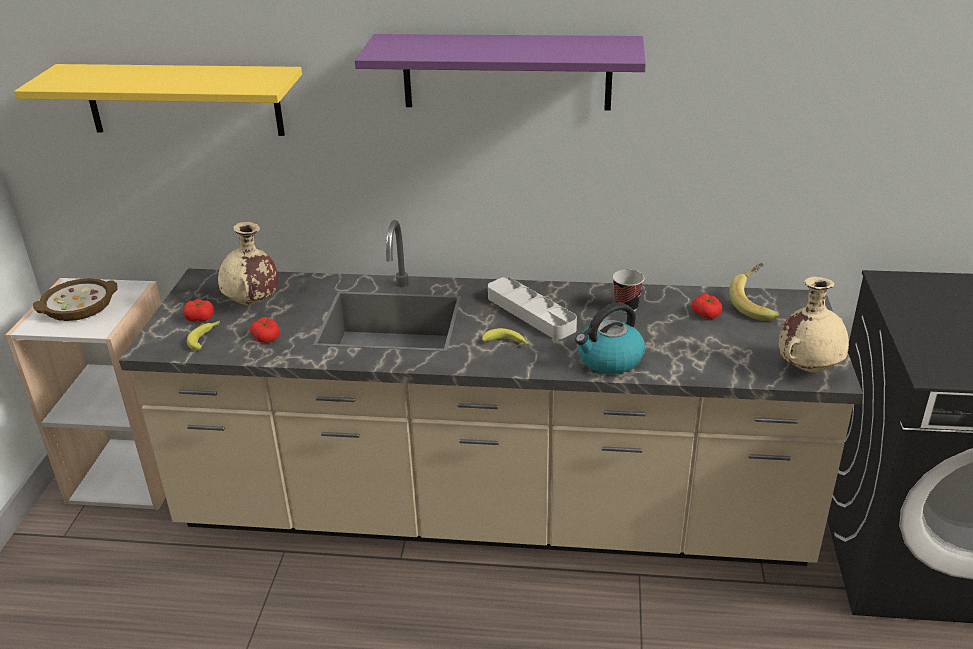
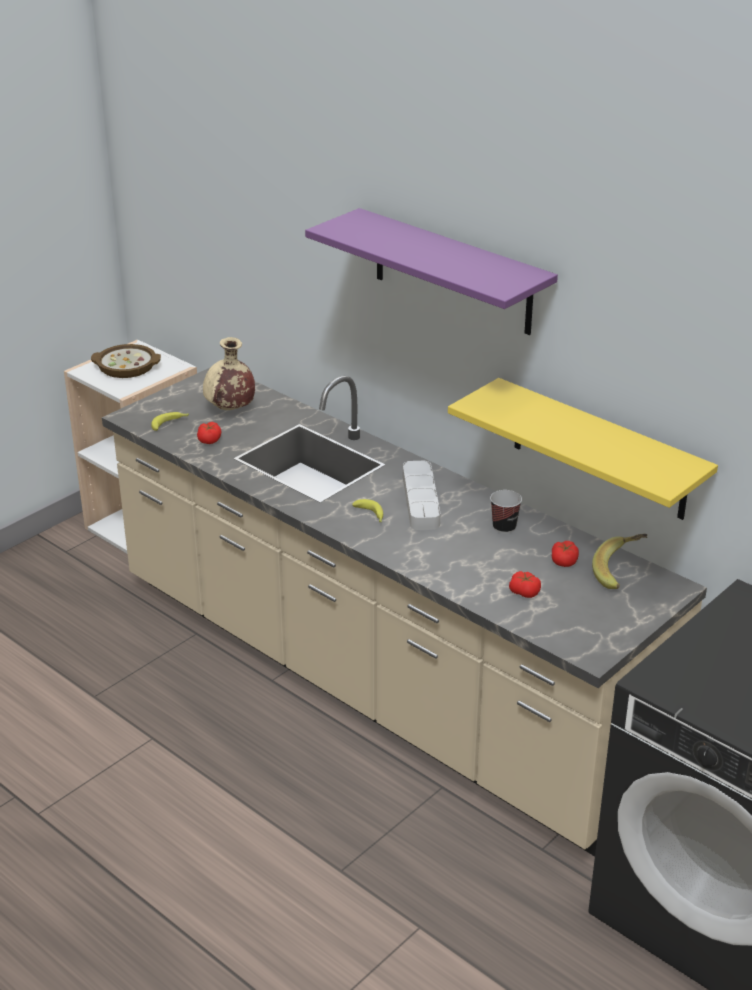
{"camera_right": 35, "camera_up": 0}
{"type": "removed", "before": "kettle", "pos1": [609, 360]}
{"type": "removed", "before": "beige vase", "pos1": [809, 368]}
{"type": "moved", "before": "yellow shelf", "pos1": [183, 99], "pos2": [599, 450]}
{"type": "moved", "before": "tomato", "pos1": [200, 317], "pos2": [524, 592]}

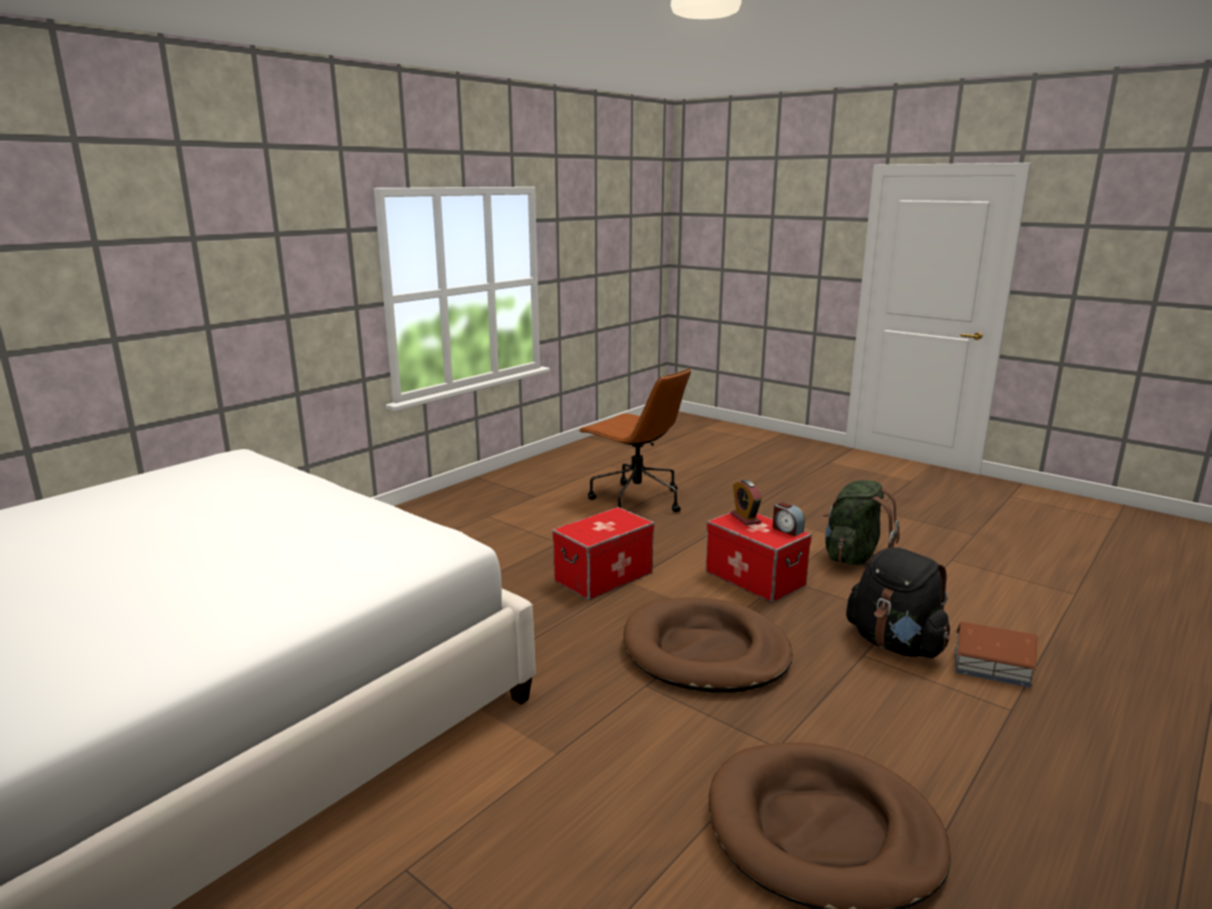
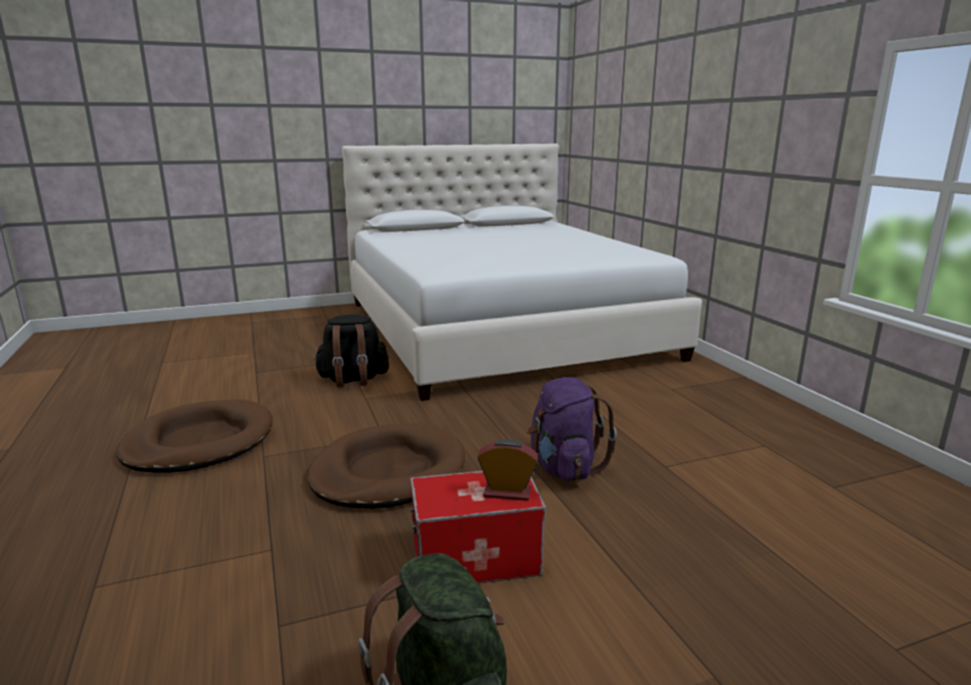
{"camera_right": 120, "camera_up": 0}
{"type": "removed", "before": "brown office chair", "pos1": [635, 500]}
{"type": "removed", "before": "alarm clock", "pos1": [787, 530]}
{"type": "removed", "before": "toy house", "pos1": [992, 668]}
{"type": "moved", "before": "black backpack", "pos1": [895, 644], "pos2": [353, 380]}
{"type": "replaced", "before": "storage box", "after": "purple backpack", "pos1": [603, 576], "pos2": [564, 468]}

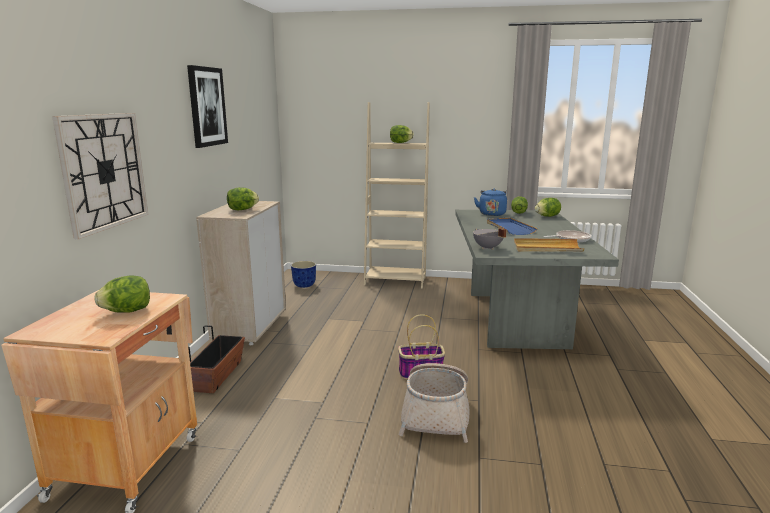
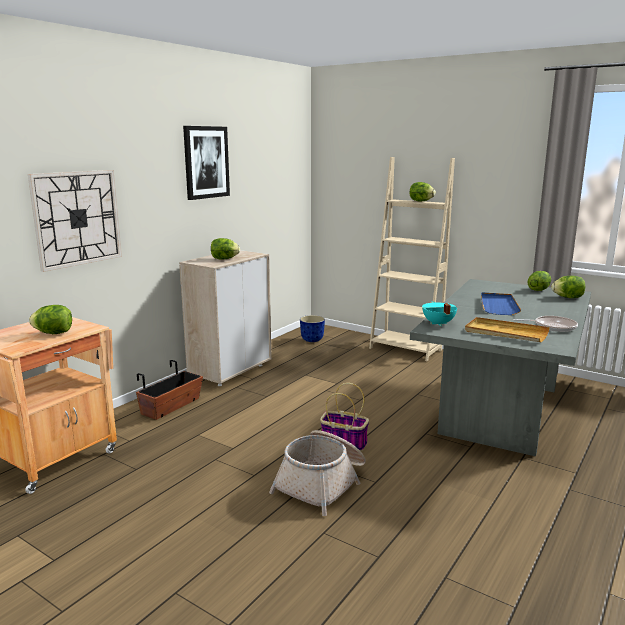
{"camera_right": 25, "camera_up": 0}
{"type": "removed", "before": "blue kettle", "pos1": [491, 214]}
{"type": "recoloured", "before": "grey cooking pot", "after": "turquoise cooking pot", "pos1": [487, 248], "pos2": [438, 324]}

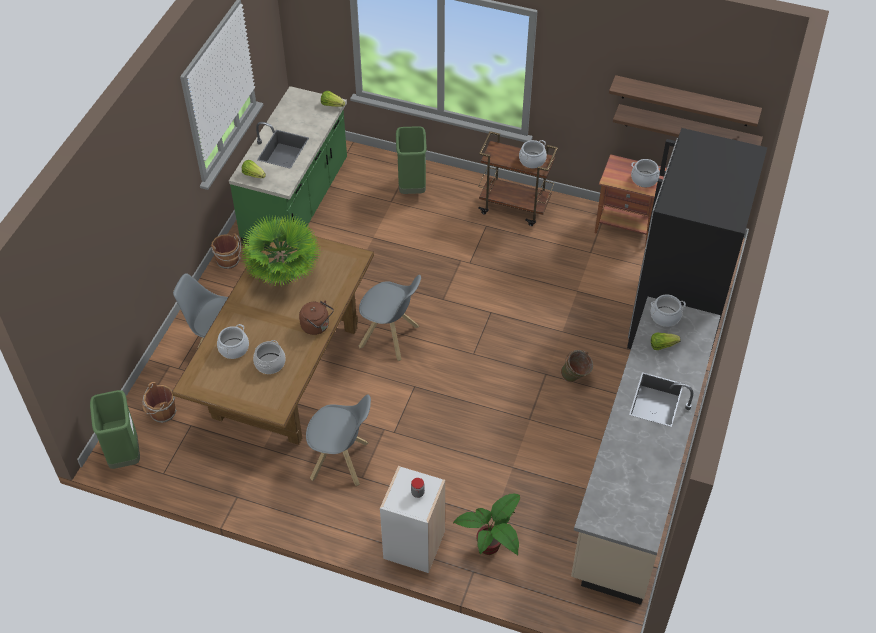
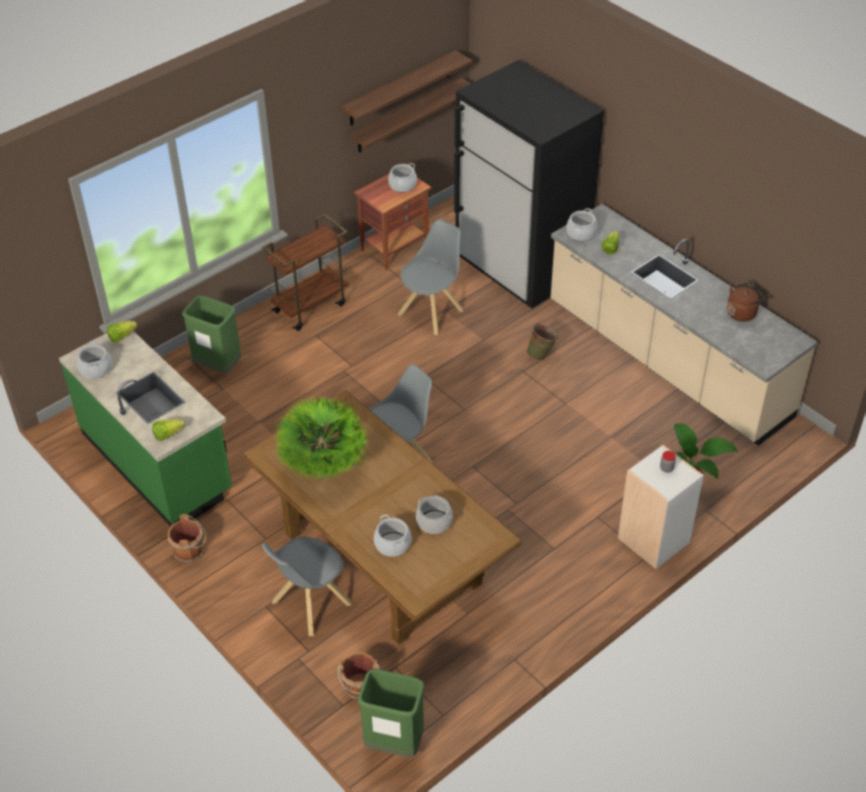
{"camera_right": -60, "camera_up": -5}
{"type": "moved", "before": "brown kettle", "pos1": [317, 326], "pos2": [742, 312]}
{"type": "moved", "before": "grey chair", "pos1": [341, 461], "pos2": [432, 311]}
{"type": "moved", "before": "cooking pot", "pos1": [532, 160], "pos2": [96, 369]}

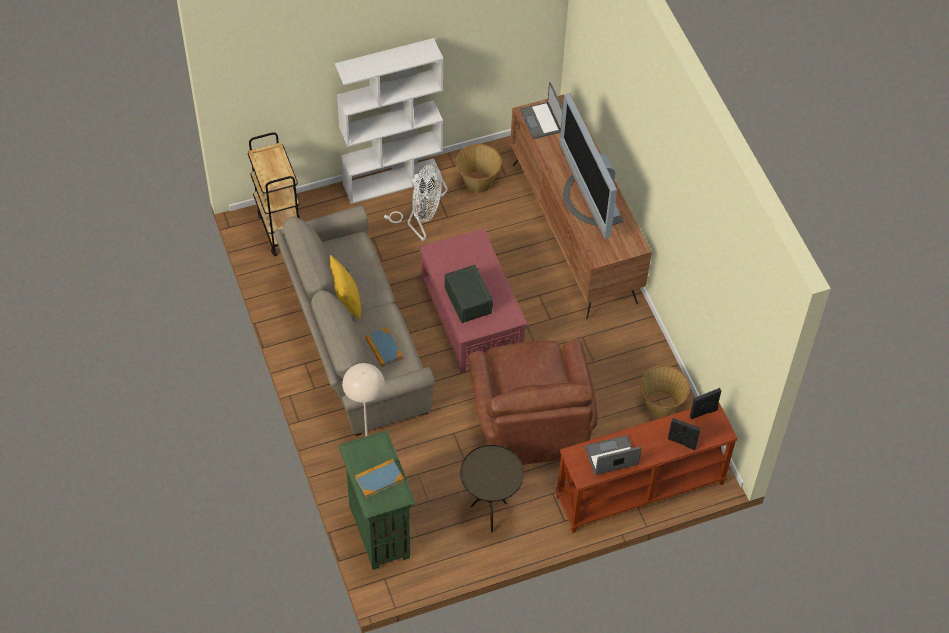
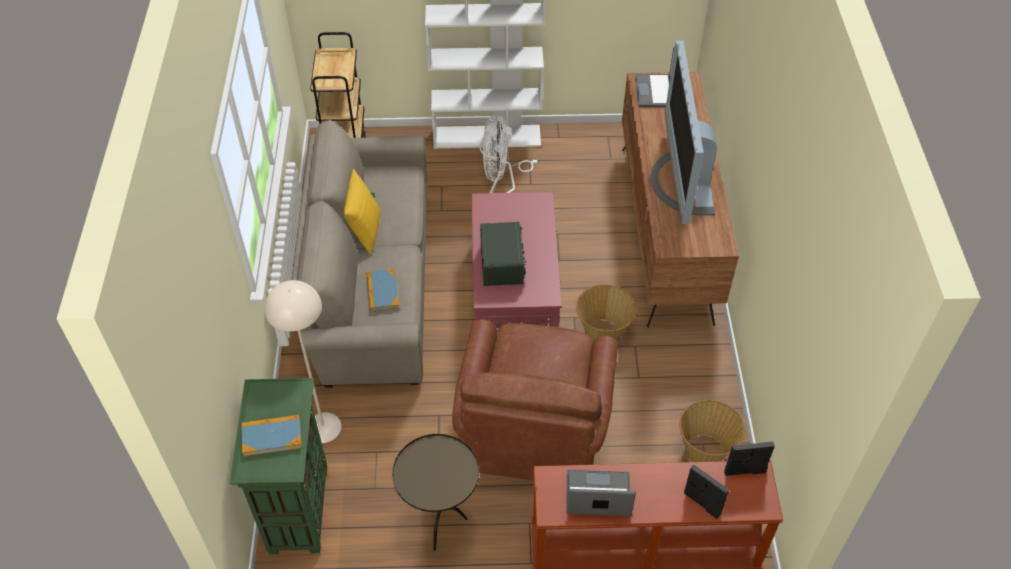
{"camera_right": 20, "camera_up": -5}
{"type": "moved", "before": "basket", "pos1": [478, 181], "pos2": [603, 332]}
{"type": "turned", "before": "white fan", "pos1": [420, 216], "pos2": [502, 176], "turn": 135}

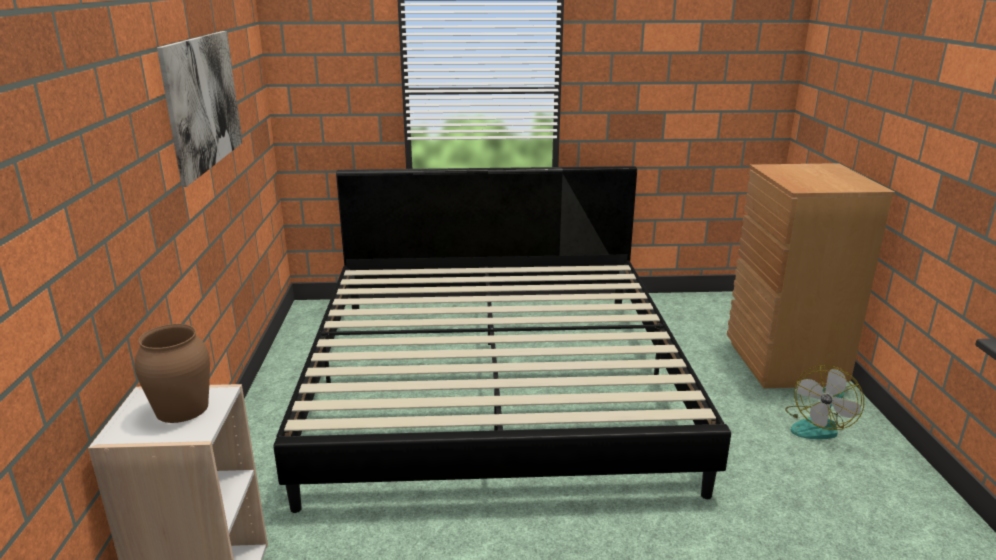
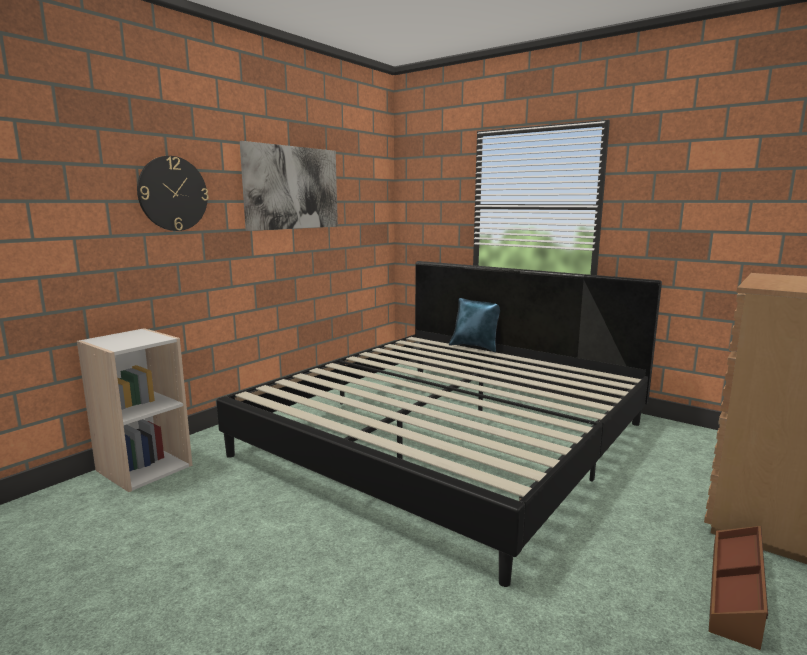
{"camera_right": 40, "camera_up": -10}
{"type": "removed", "before": "brown vase", "pos1": [181, 409]}
{"type": "added", "after": "wall clock", "pos2": [173, 193]}
{"type": "added", "after": "blue pillow", "pos2": [475, 347]}
{"type": "replaced", "before": "fan", "after": "brown storage box", "pos1": [818, 425], "pos2": [736, 591]}

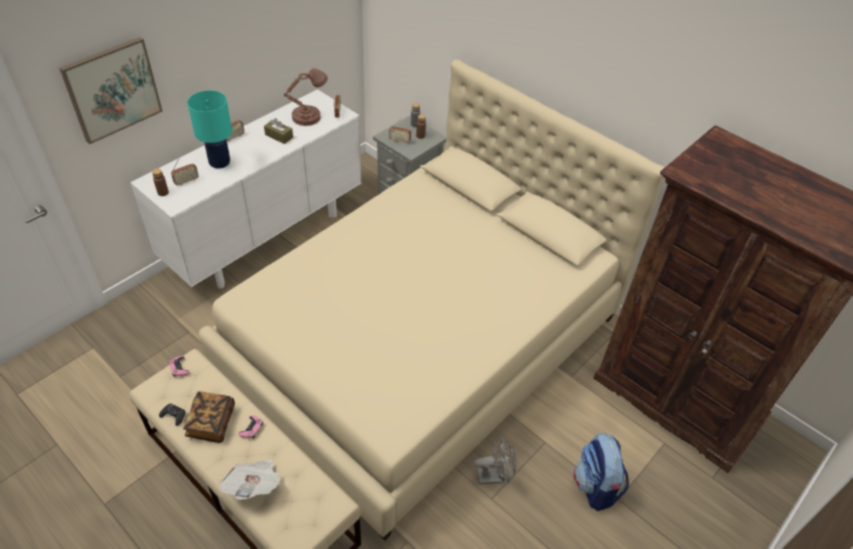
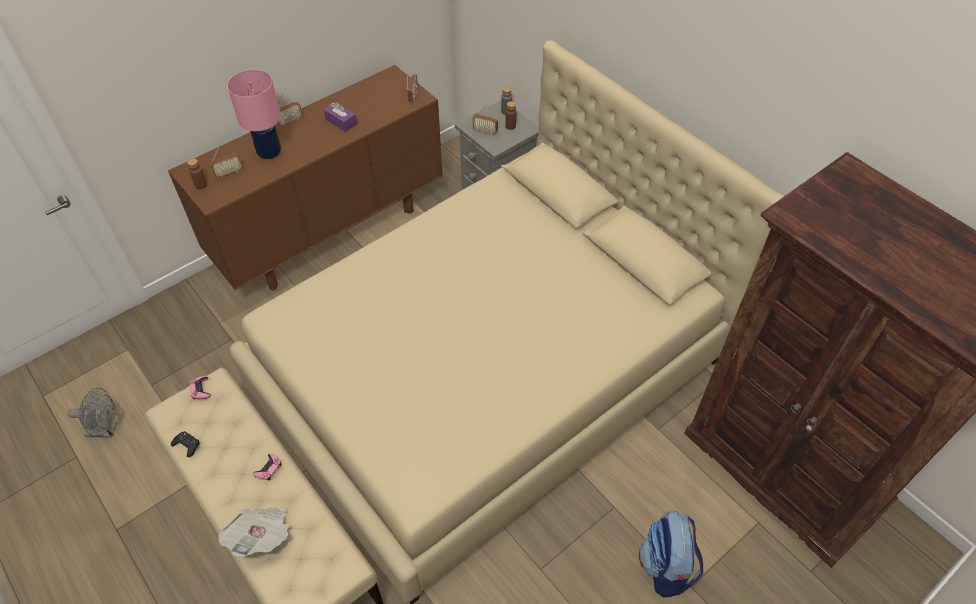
{"camera_right": 10, "camera_up": 5}
{"type": "removed", "before": "picture", "pos1": [112, 89]}
{"type": "removed", "before": "book", "pos1": [211, 423]}
{"type": "removed", "before": "brown table lamp", "pos1": [308, 117]}
{"type": "moved", "before": "grey fan", "pos1": [494, 476], "pos2": [106, 430]}
{"type": "recoloured", "before": "white dresser", "after": "brown dresser", "pos1": [266, 238], "pos2": [331, 234]}
{"type": "recoloured", "before": "turquoise table lamp", "after": "pink table lamp", "pos1": [220, 164], "pos2": [270, 153]}
{"type": "recoloured", "before": "brown tissue box", "after": "purple tissue box", "pos1": [279, 136], "pos2": [341, 122]}

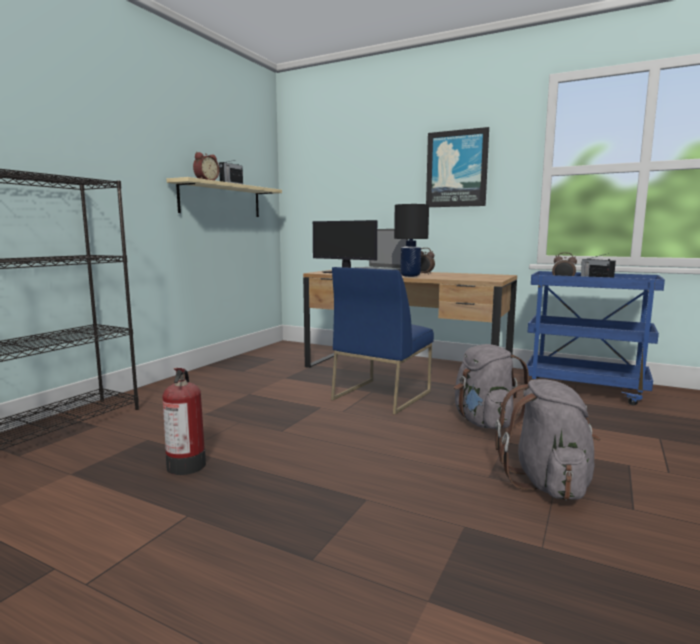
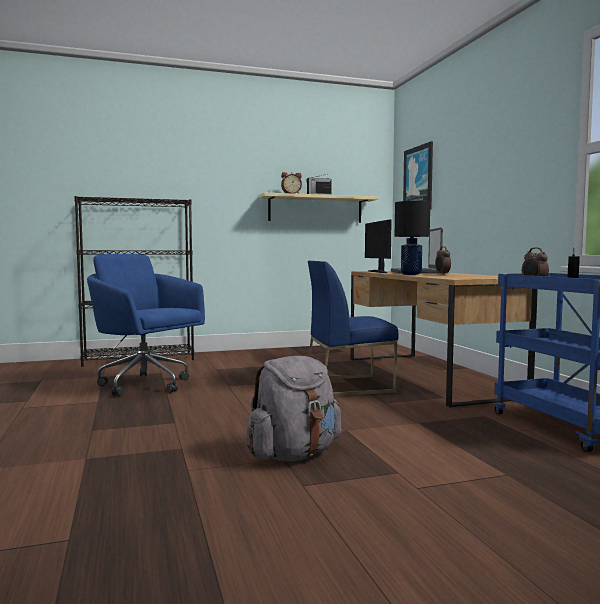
{"camera_right": 45, "camera_up": -5}
{"type": "removed", "before": "grey backpack", "pos1": [484, 422]}
{"type": "moved", "before": "picture", "pos1": [456, 169], "pos2": [418, 179]}
{"type": "replaced", "before": "fire extinguisher", "after": "blue office chair", "pos1": [187, 464], "pos2": [147, 386]}

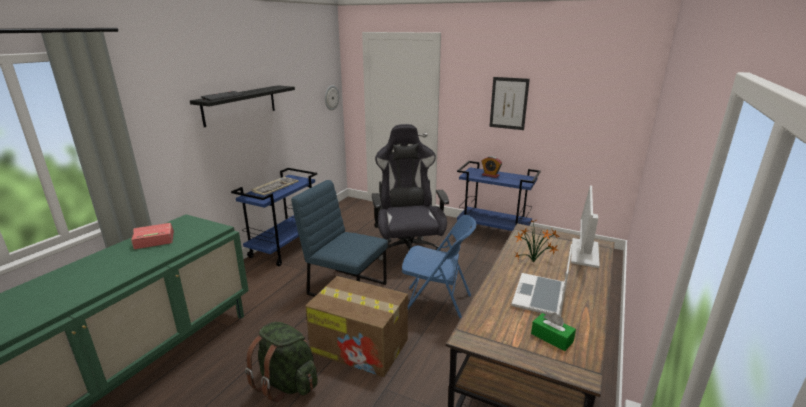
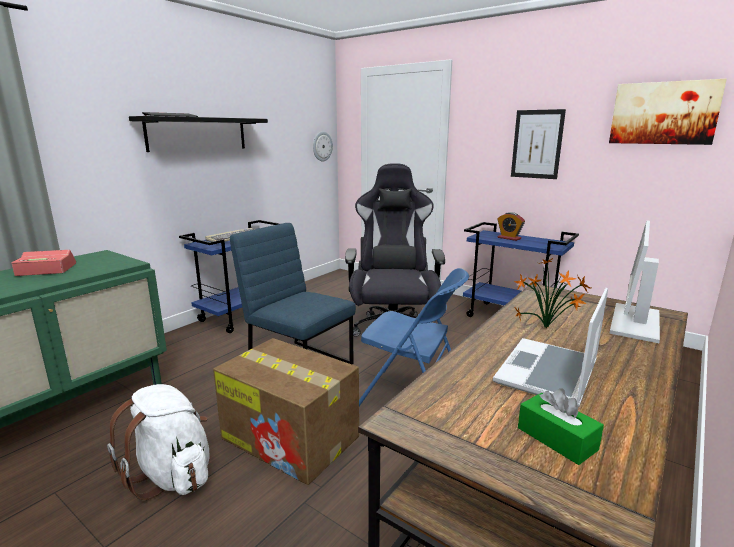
{"camera_right": 10, "camera_up": -5}
{"type": "added", "after": "picture", "pos2": [663, 113]}
{"type": "recoloured", "before": "green backpack", "after": "white backpack", "pos1": [286, 383], "pos2": [172, 475]}

